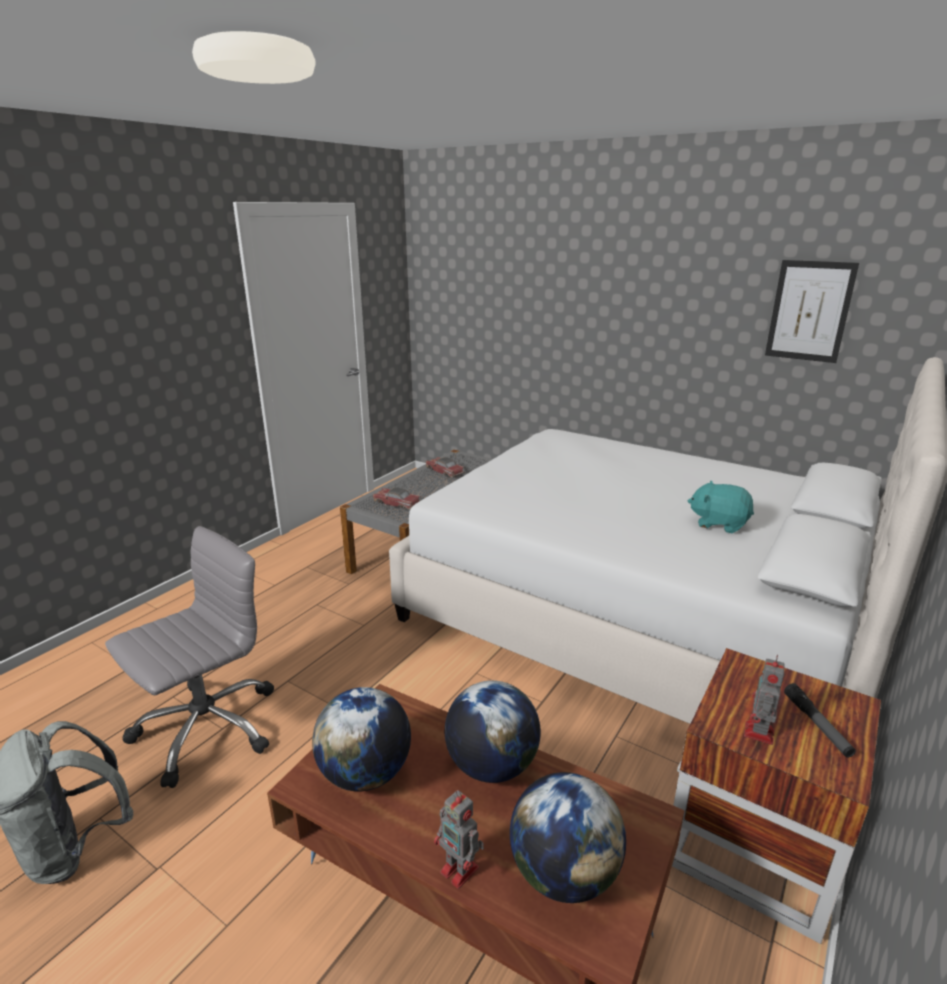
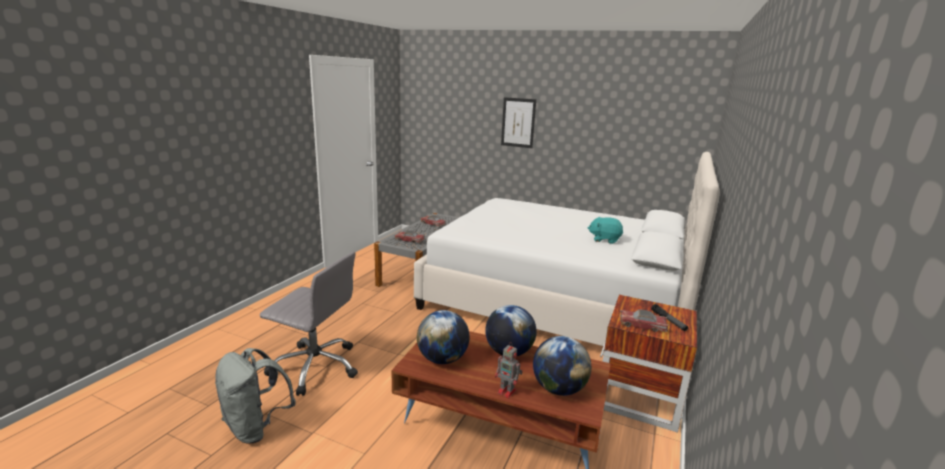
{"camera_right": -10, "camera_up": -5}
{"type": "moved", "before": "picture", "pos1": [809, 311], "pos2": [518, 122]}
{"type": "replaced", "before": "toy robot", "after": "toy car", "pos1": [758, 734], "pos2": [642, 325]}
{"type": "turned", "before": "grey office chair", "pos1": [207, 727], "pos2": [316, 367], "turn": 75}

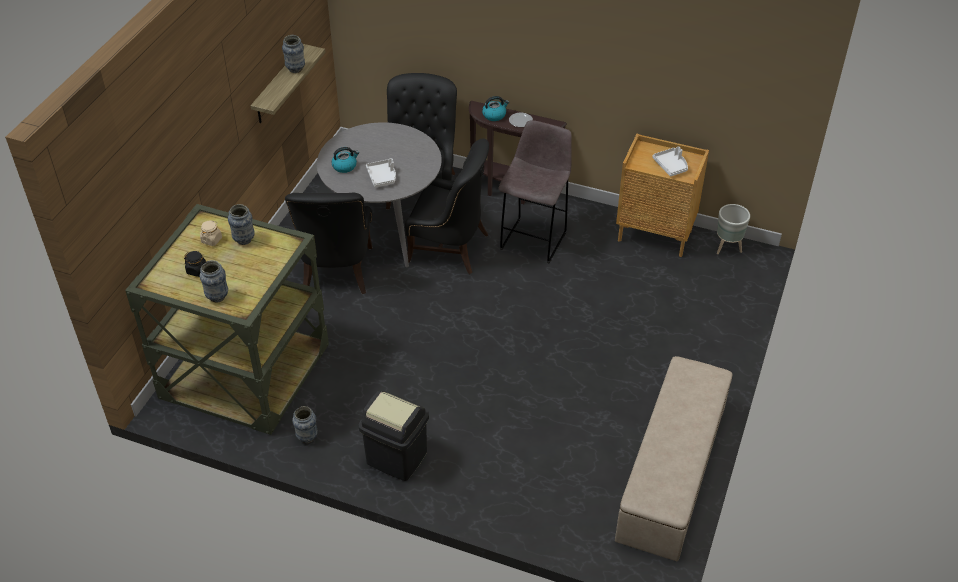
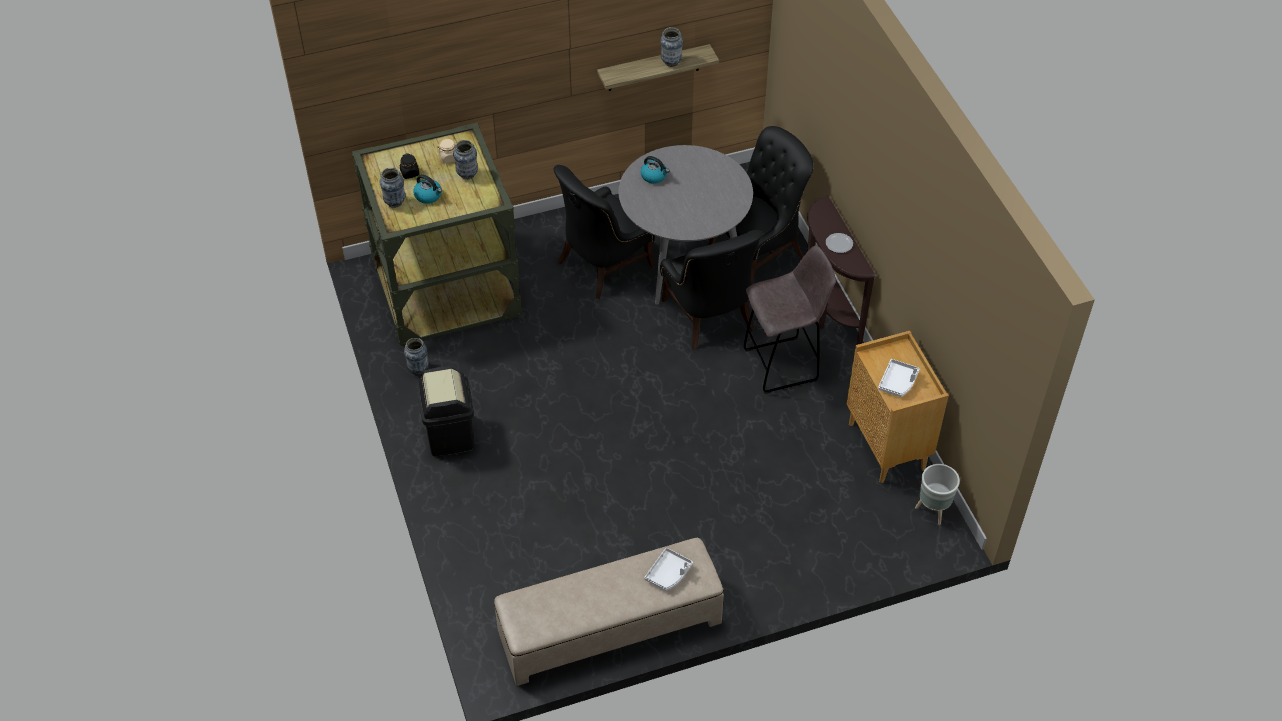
{"camera_right": 50, "camera_up": 5}
{"type": "moved", "before": "white tray", "pos1": [382, 177], "pos2": [668, 573]}
{"type": "moved", "before": "kettle", "pos1": [494, 115], "pos2": [429, 196]}

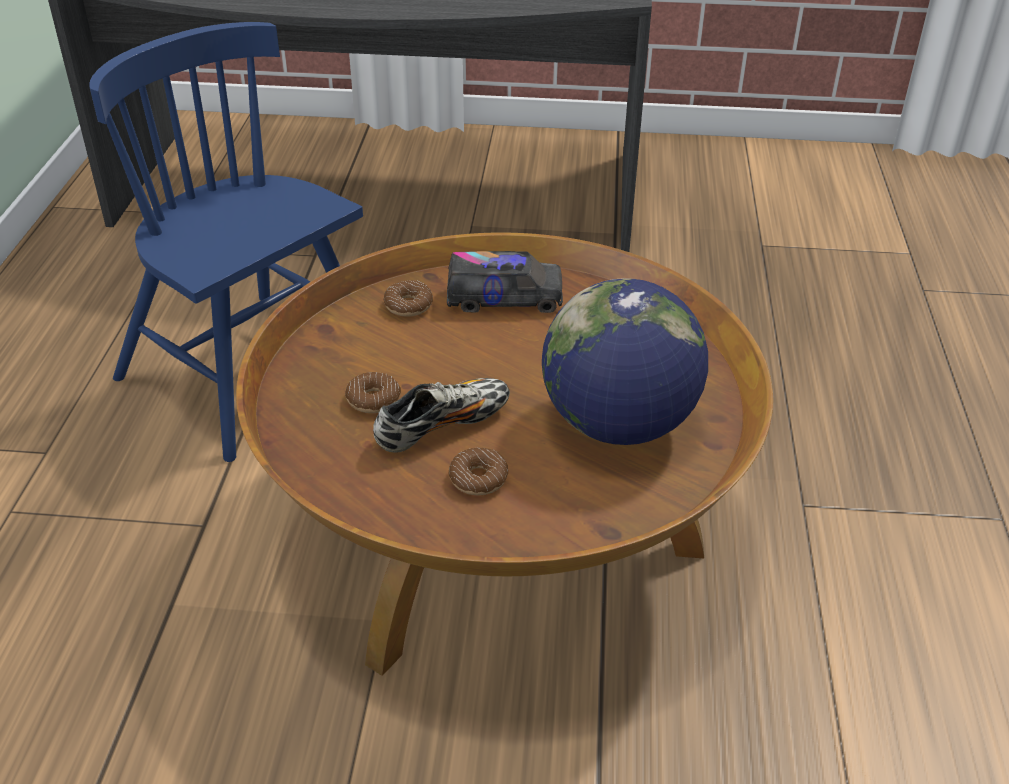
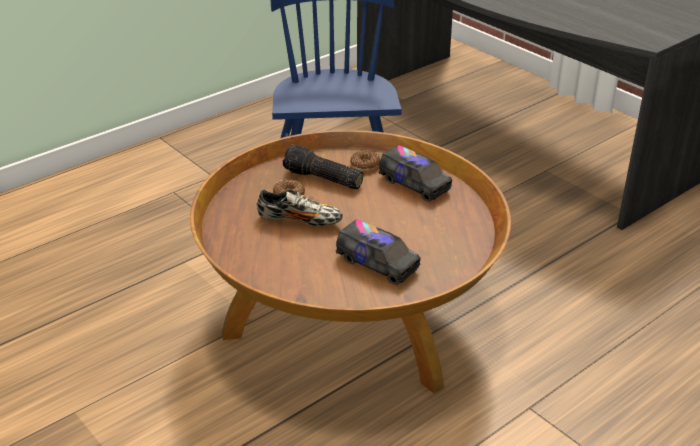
{"camera_right": 45, "camera_up": -5}
{"type": "removed", "before": "donut", "pos1": [478, 478]}
{"type": "added", "after": "flashlight", "pos2": [322, 179]}
{"type": "replaced", "before": "globe", "after": "toy truck", "pos1": [618, 424], "pos2": [377, 264]}

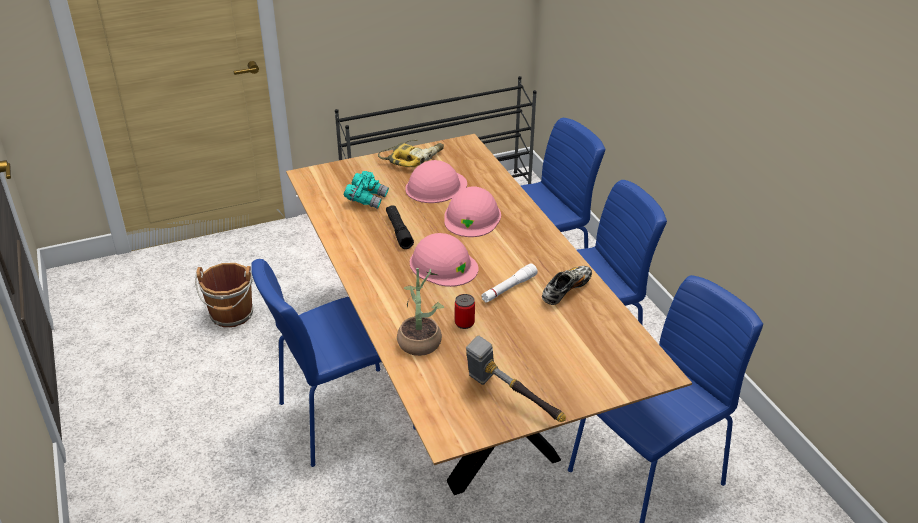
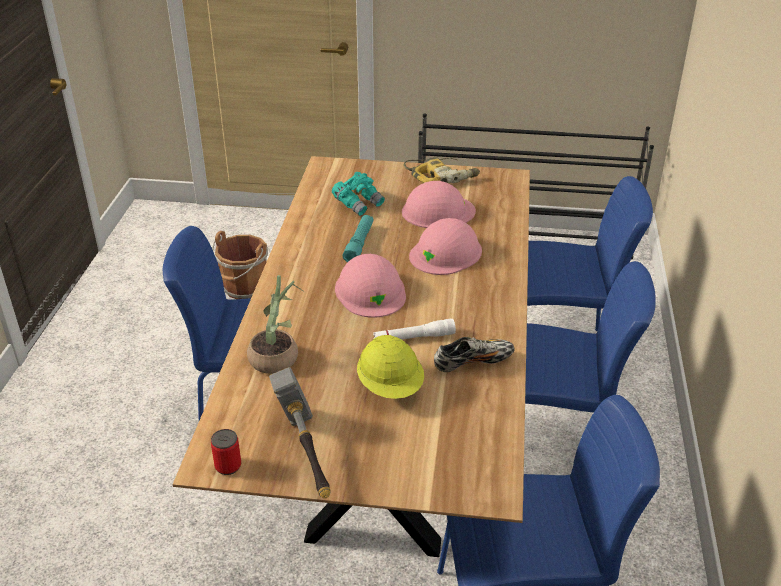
{"camera_right": 30, "camera_up": 0}
{"type": "added", "after": "yellow hard hat", "pos2": [390, 387]}
{"type": "moved", "before": "can", "pos1": [464, 323], "pos2": [228, 466]}
{"type": "recoloured", "before": "black flashlight", "after": "turquoise flashlight", "pos1": [399, 231], "pos2": [359, 244]}

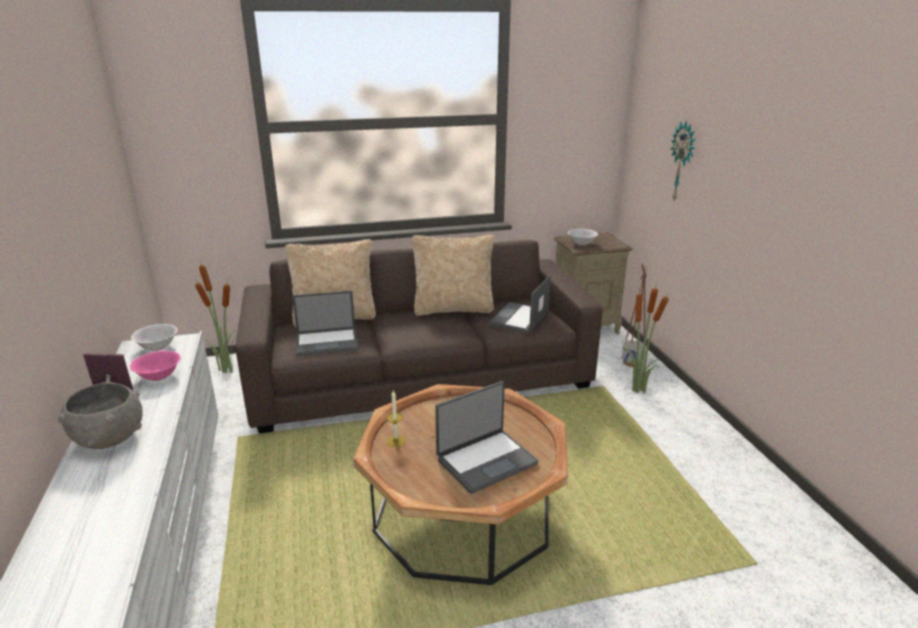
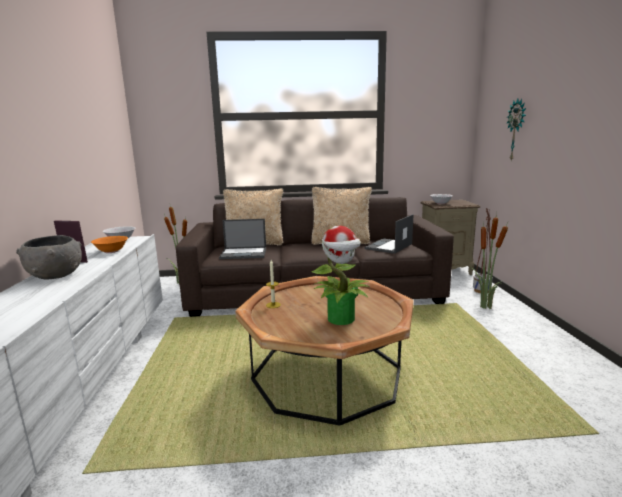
{"camera_right": 10, "camera_up": -10}
{"type": "replaced", "before": "laptop", "after": "potted plant", "pos1": [486, 460], "pos2": [341, 319]}
{"type": "recoloured", "before": "pink bowl", "after": "orange bowl", "pos1": [159, 376], "pos2": [111, 251]}

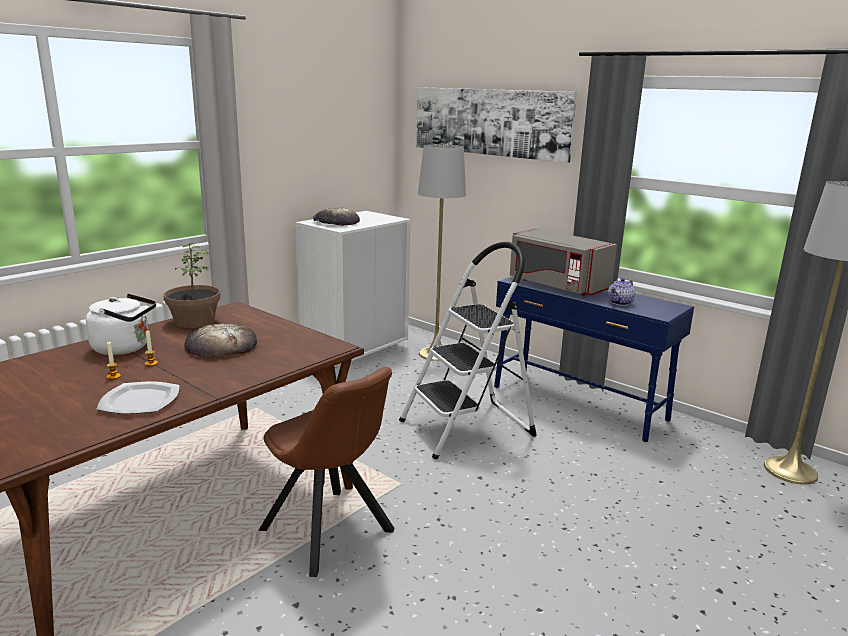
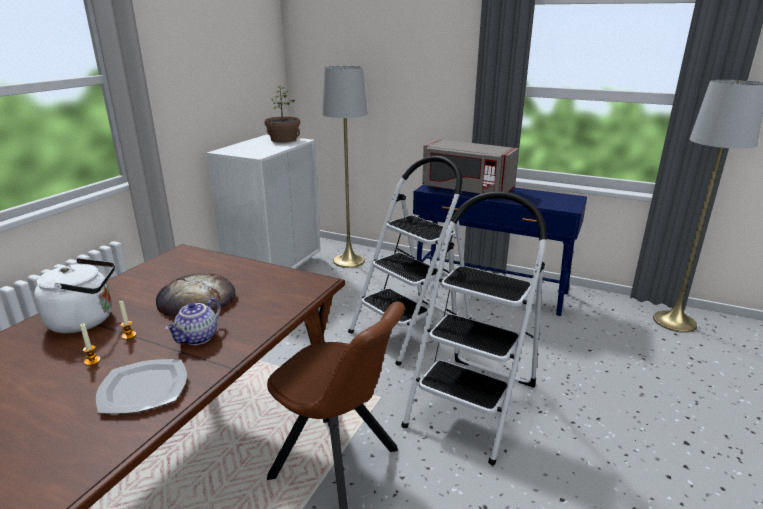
{"camera_right": -15, "camera_up": 5}
{"type": "removed", "before": "bread", "pos1": [336, 222]}
{"type": "removed", "before": "picture", "pos1": [490, 122]}
{"type": "added", "after": "step ladder", "pos2": [475, 404]}
{"type": "moved", "before": "potted plant", "pos1": [194, 321], "pos2": [283, 140]}
{"type": "moved", "before": "teapot", "pos1": [620, 303], "pos2": [198, 338]}

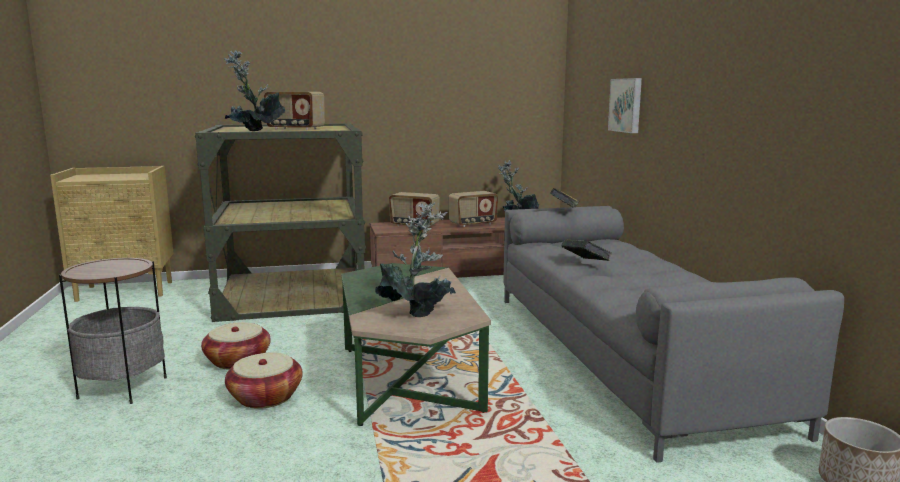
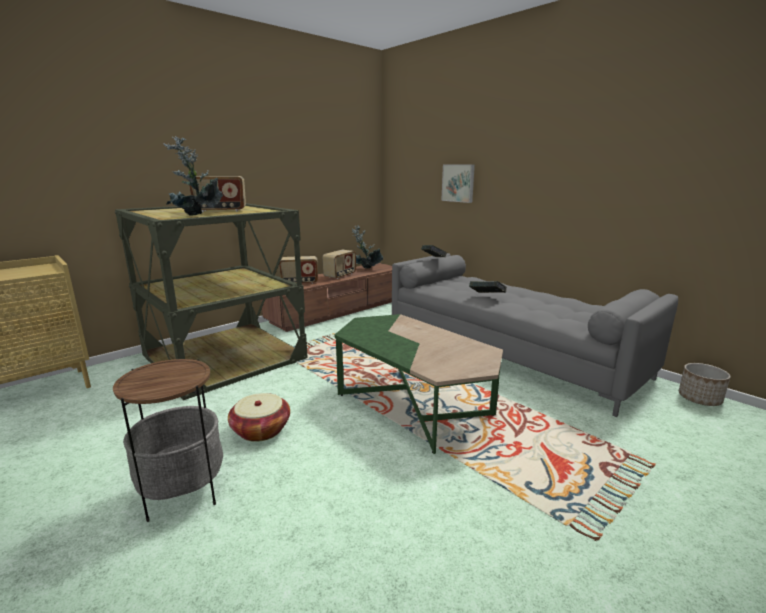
{"camera_right": -30, "camera_up": 5}
{"type": "removed", "before": "basket", "pos1": [265, 397]}
{"type": "removed", "before": "potted plant", "pos1": [417, 312]}

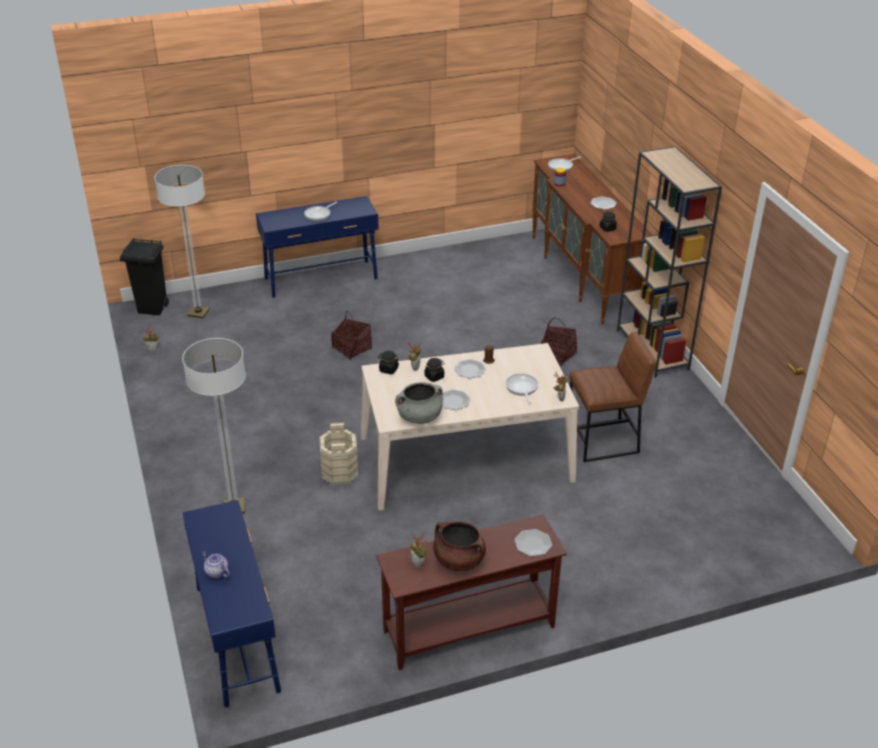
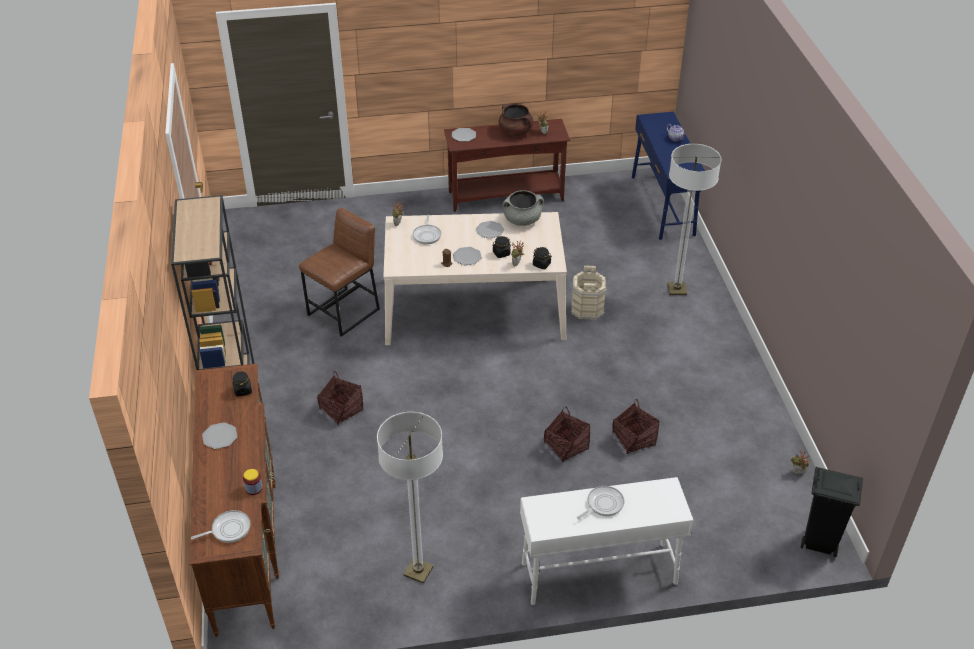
{"camera_right": -170, "camera_up": 5}
{"type": "added", "after": "basket", "pos2": [633, 439]}
{"type": "moved", "before": "floor lamp", "pos1": [198, 313], "pos2": [418, 571]}
{"type": "recoloured", "before": "blue console table", "after": "white console table", "pos1": [321, 279], "pos2": [598, 572]}
{"type": "turned", "before": "brown chair", "pos1": [603, 440], "pos2": [344, 311], "turn": 135}

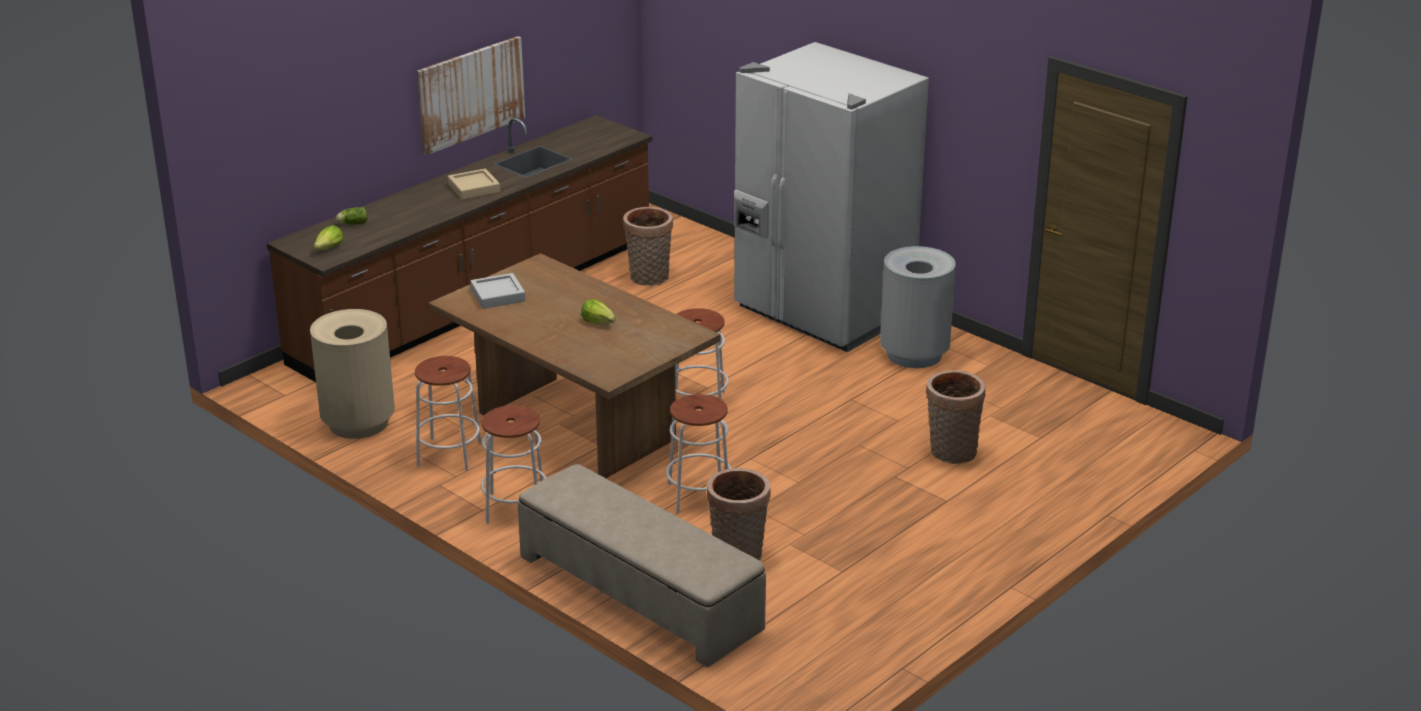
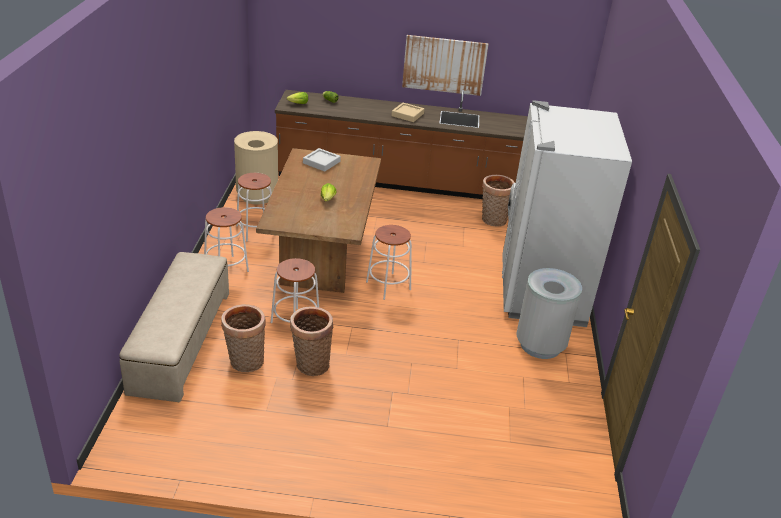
{"camera_right": 50, "camera_up": 5}
{"type": "moved", "before": "basket", "pos1": [951, 453], "pos2": [310, 364]}

